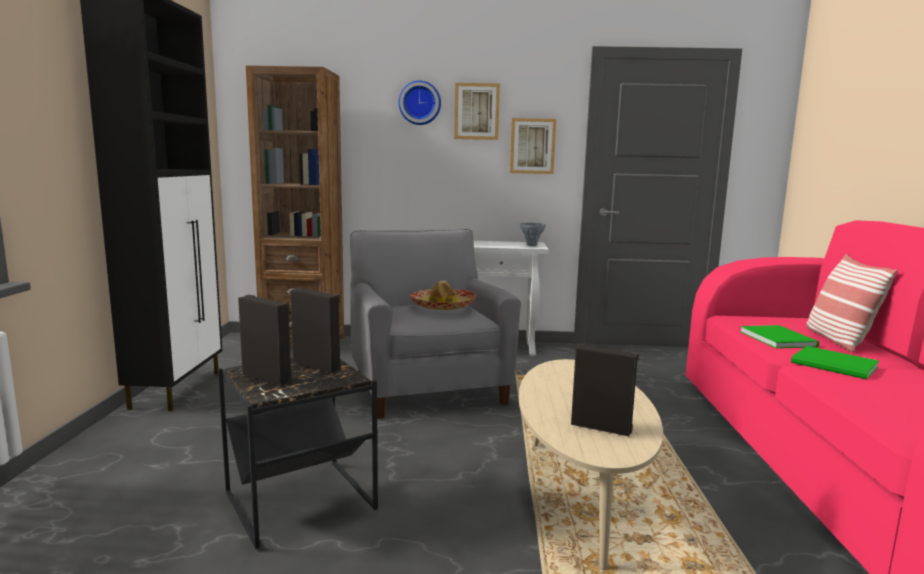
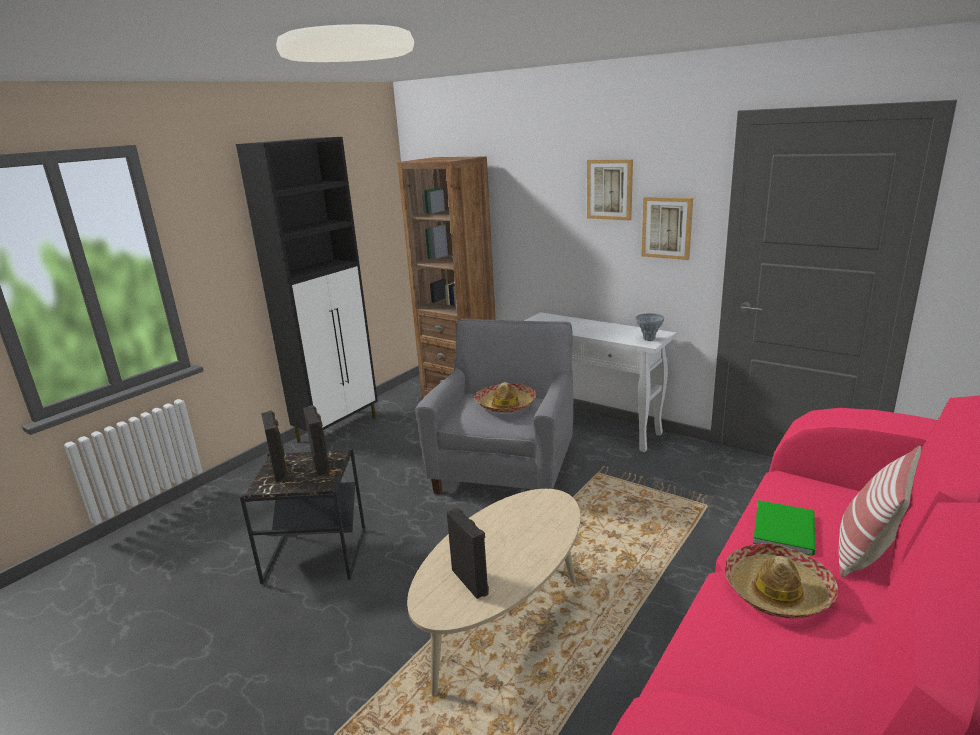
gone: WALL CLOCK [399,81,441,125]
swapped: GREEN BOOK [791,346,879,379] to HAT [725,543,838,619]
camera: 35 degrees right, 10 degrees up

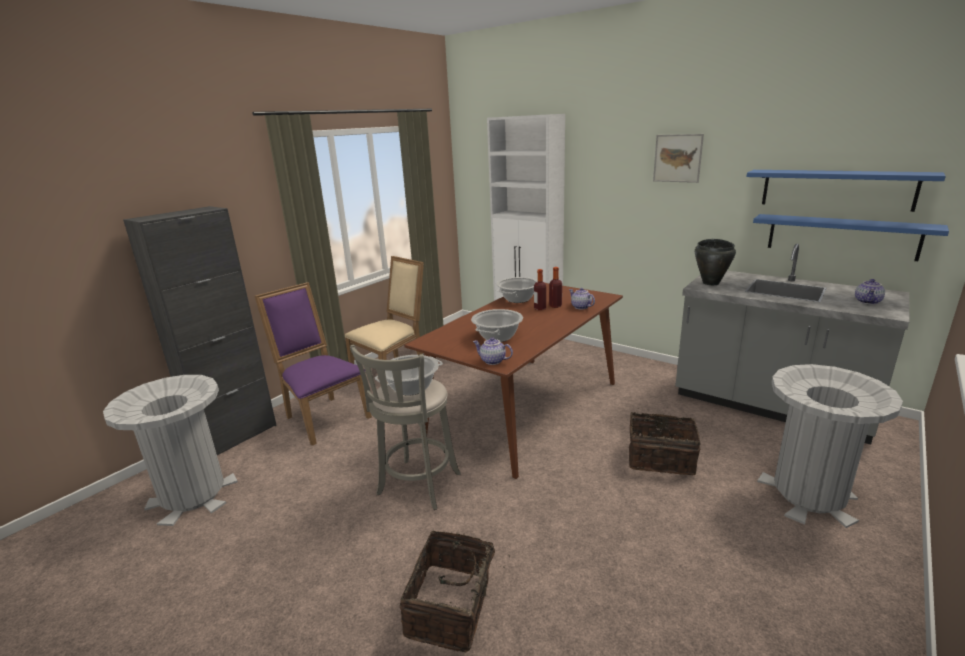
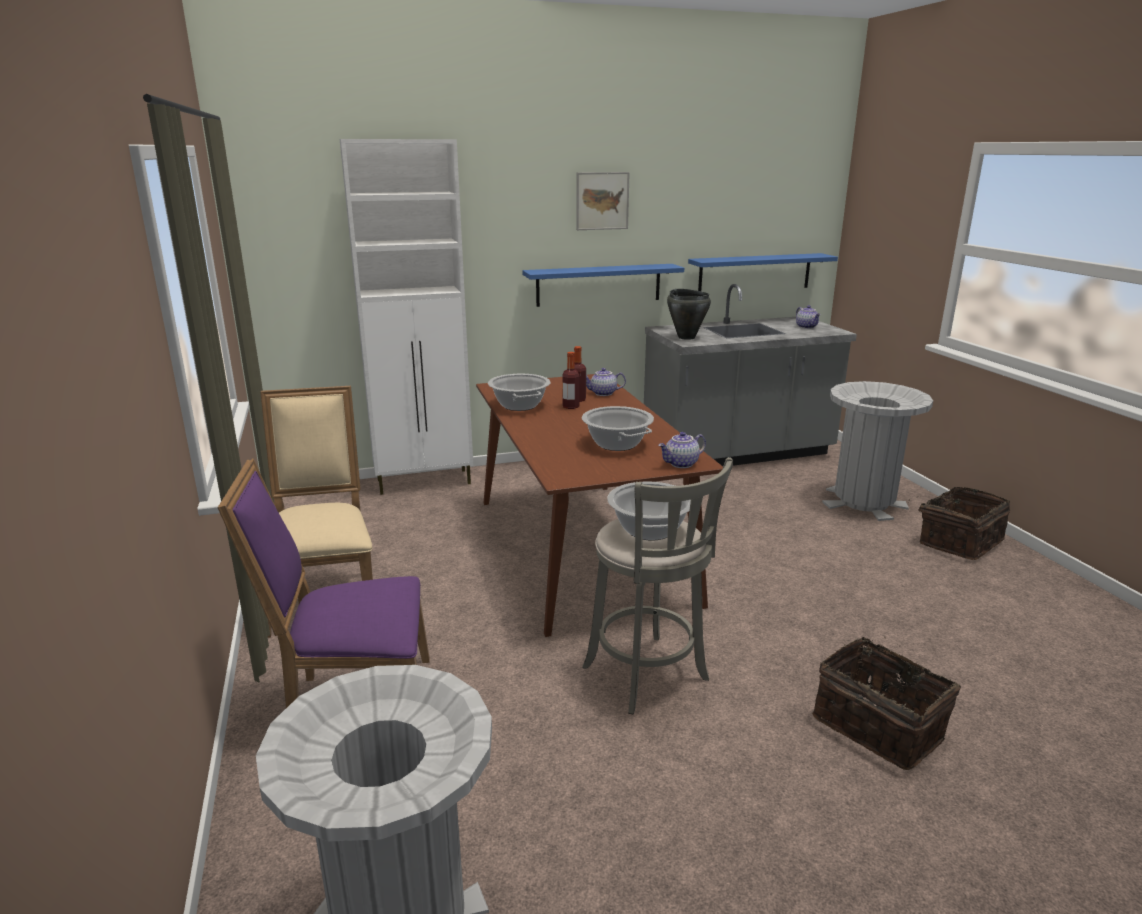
gone: BLACK CABINET [123,206,277,455]
shifted: BLUE SHELF [747,170,946,212] to [522,264,684,307]; BASKET [629,408,701,475] to [918,487,1010,560]
camera: 55 degrees left, 0 degrees up

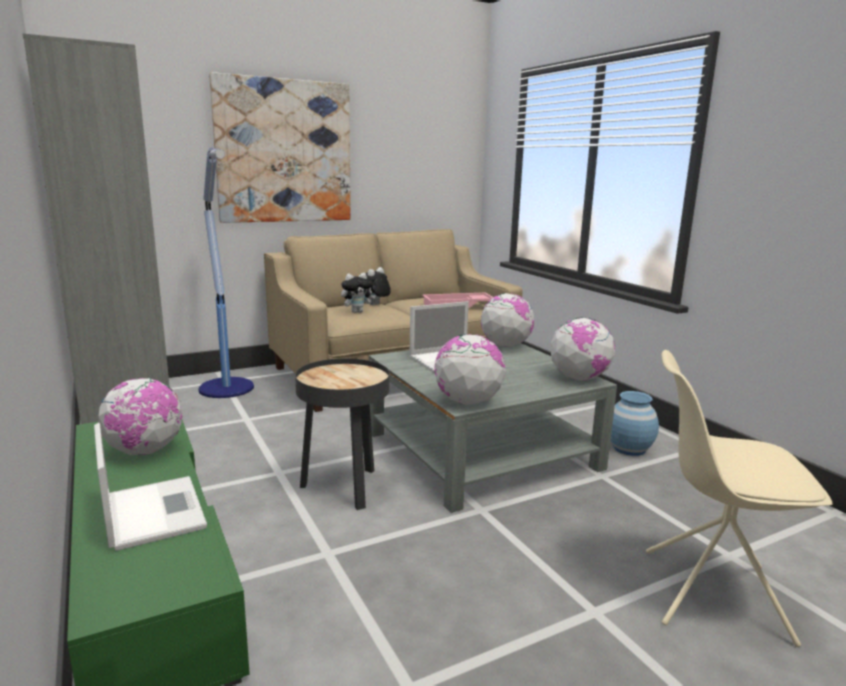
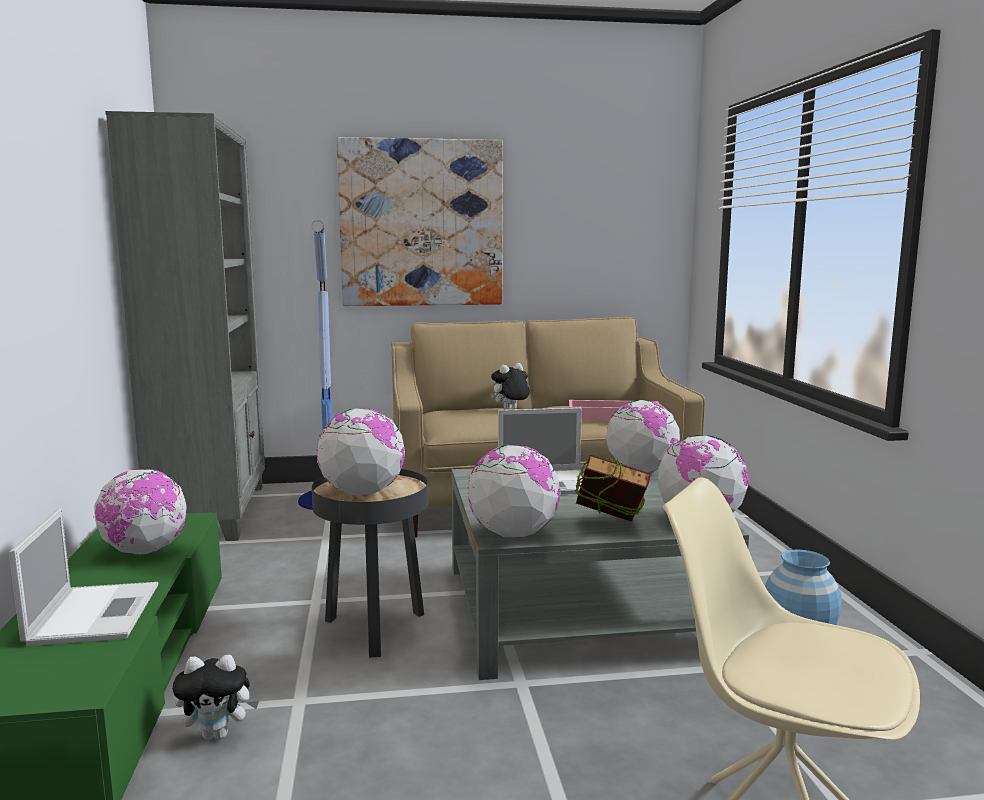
new: GLOBE [317,408,405,496]; BOOK [575,454,651,522]
shifted: PLUSH TOY [341,273,376,313] to [172,655,259,740]
camera: 20 degrees right, 5 degrees down

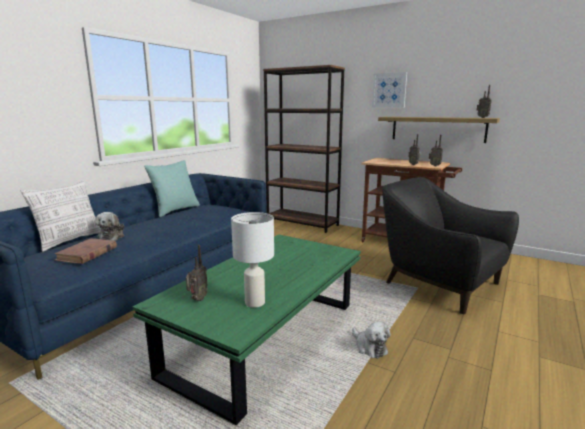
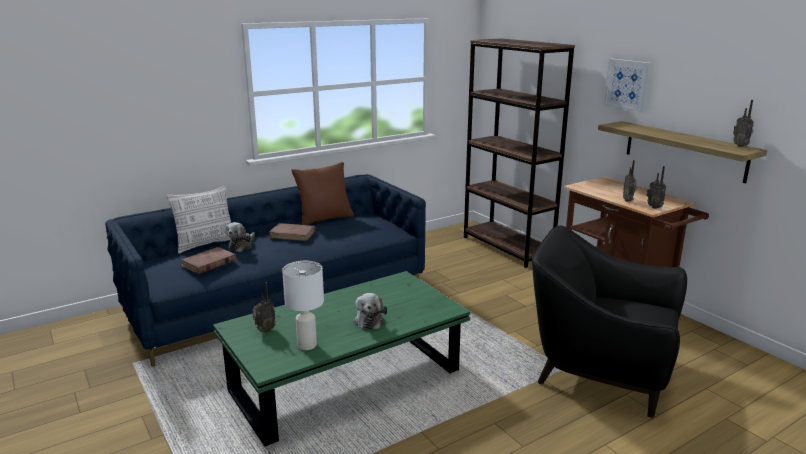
new: BROWN BOOK [269,223,315,241]
shifted: PLUSH TOY [352,321,391,359] to [353,293,387,329]
repainted: TURQUOISE PILLOW [144,160,200,217] to BROWN PILLOW [291,162,354,225]
rotated: BLACK ARMCHAIR [382,177,519,314] = [532,225,687,418] 45 degrees counterclockwise
camera: 25 degrees right, 5 degrees up

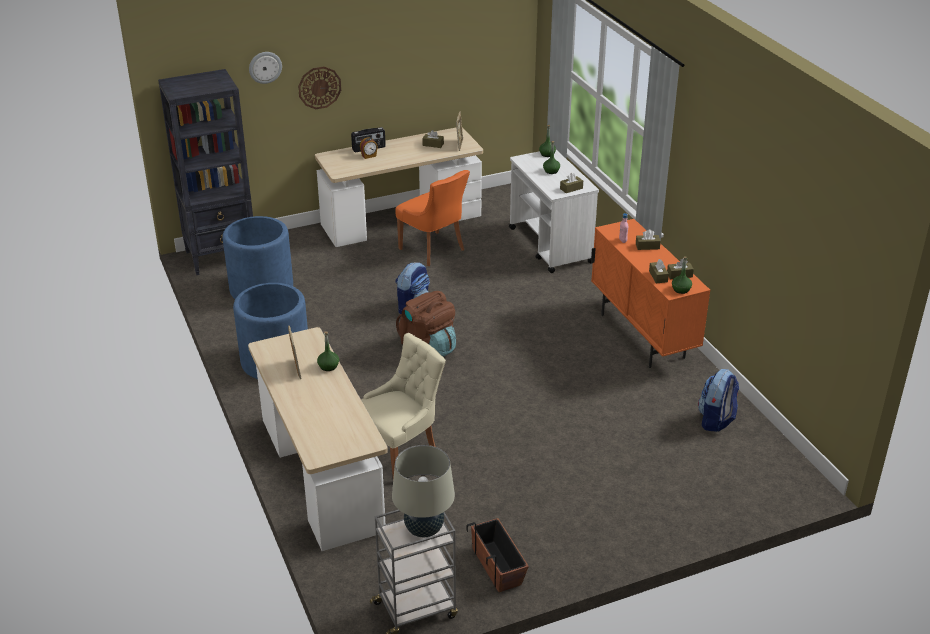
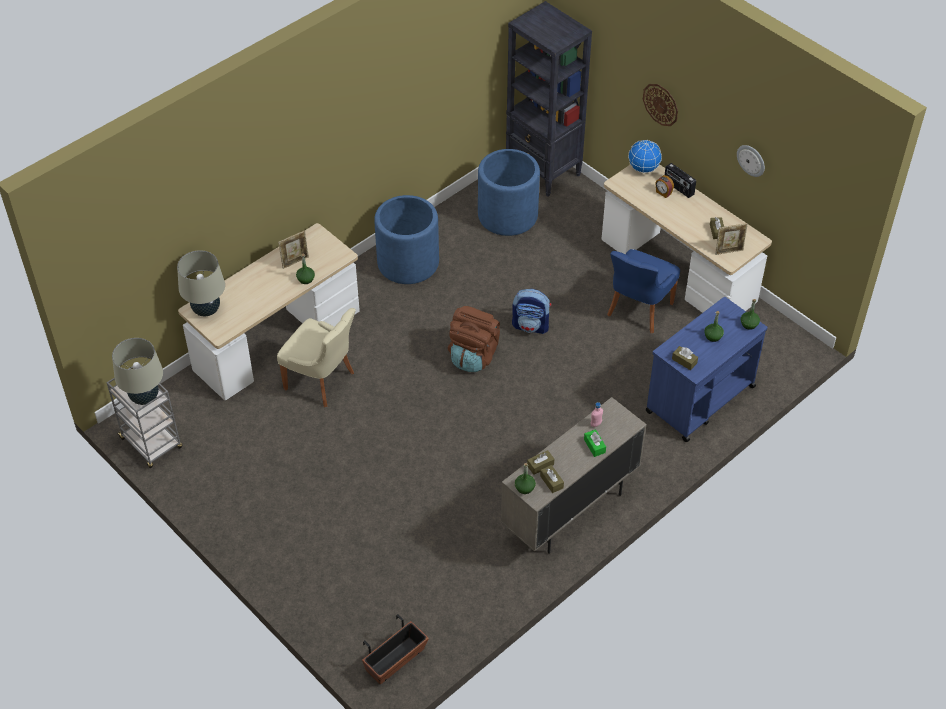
gone: BACKPACK [698,369,739,432]
new: GLOBE [628,140,662,173]; BEIGE TABLE LAMP [177,250,225,316]
shifted: WALL CLOCK [249,52,282,84] to [737,145,765,177]; PLANTER [467,518,529,592] to [362,615,429,685]
repainted: WHITE CART [509,150,599,273] to BLUE CART [645,297,768,442]; ORANGE CHAIR [395,170,470,266] to BLUE CHAIR [607,249,680,333]; ORANGE CABINET [591,219,710,368] to BEIGE CABINET [501,397,647,554]; BROWN TISSUE BOX [636,230,661,250] to GREEN TISSUE BOX [584,429,606,457]
camera: 70 degrees right, 15 degrees up

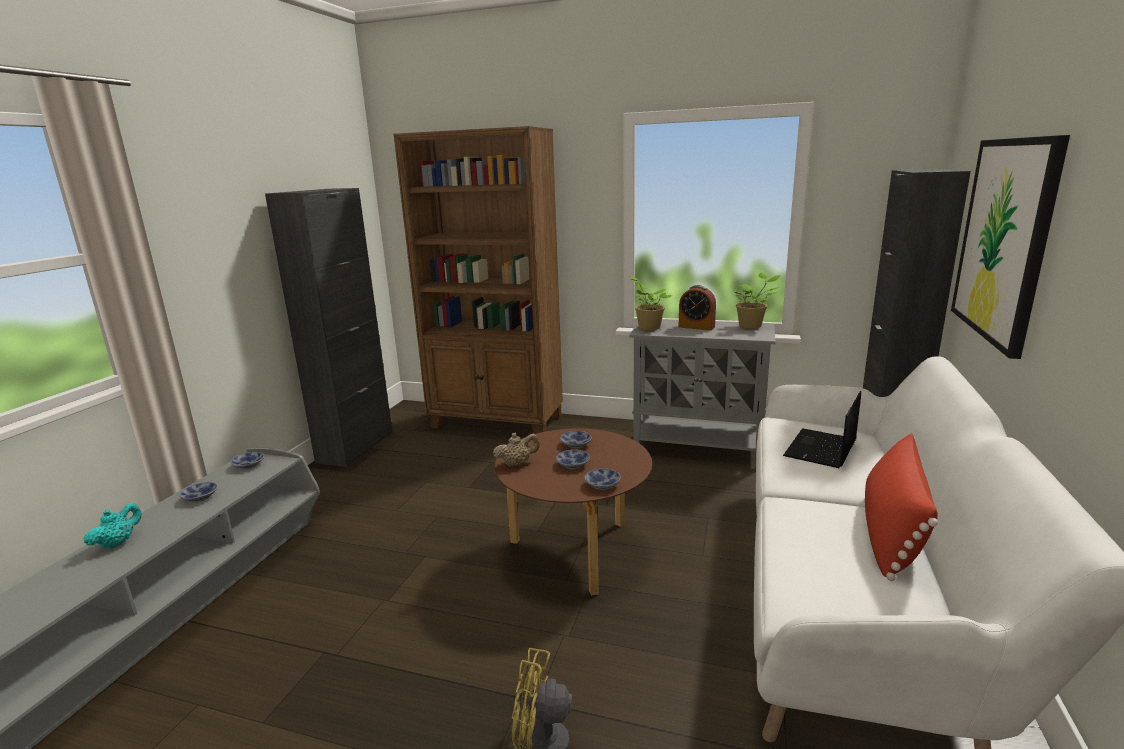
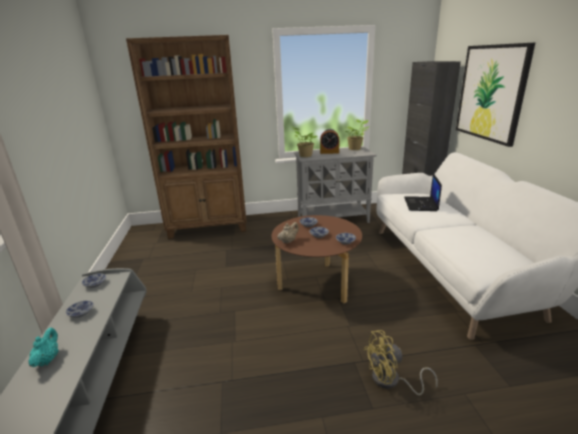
gone: BLACK CABINET [265,188,393,467]; RED PILLOW [865,433,938,581]
camera: 25 degrees left, 5 degrees up

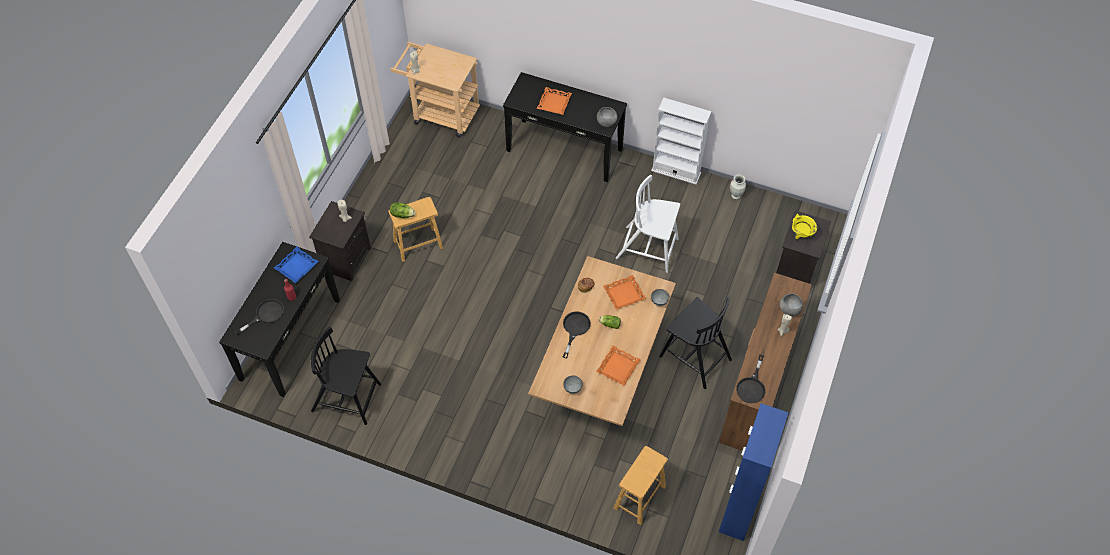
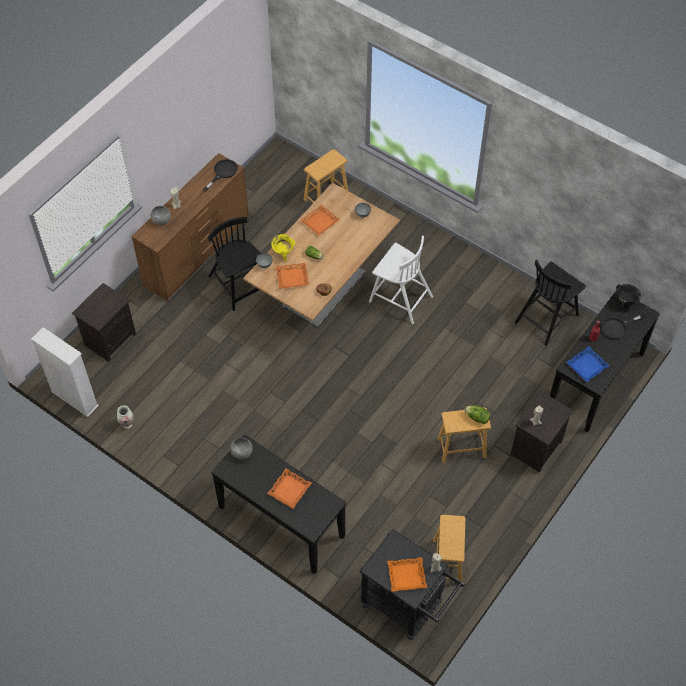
gone: BLACK FRYING PAN [563,311,591,358]; BLUE CABINET [719,403,789,541]
new: BLACK COOKING POT [616,284,641,308]; BROWN STOOL [433,515,465,582]; ORANGE TRAY [387,557,427,592]
shifted: WHITE BOOKCASE [651,98,712,184] to [31,327,99,417]; WHITE CHAIR [616,175,680,273] to [369,236,433,324]; YELLOW COOKING POT [792,214,817,239] to [271,234,295,262]
repainted: BEIGE CART [390,42,480,138] to BLACK CART [360,529,465,640]
rotated: BLACK CHAIR [311,327,381,425] = [515,260,586,346] 105 degrees clockwise
camera: 165 degrees left, 0 degrees up

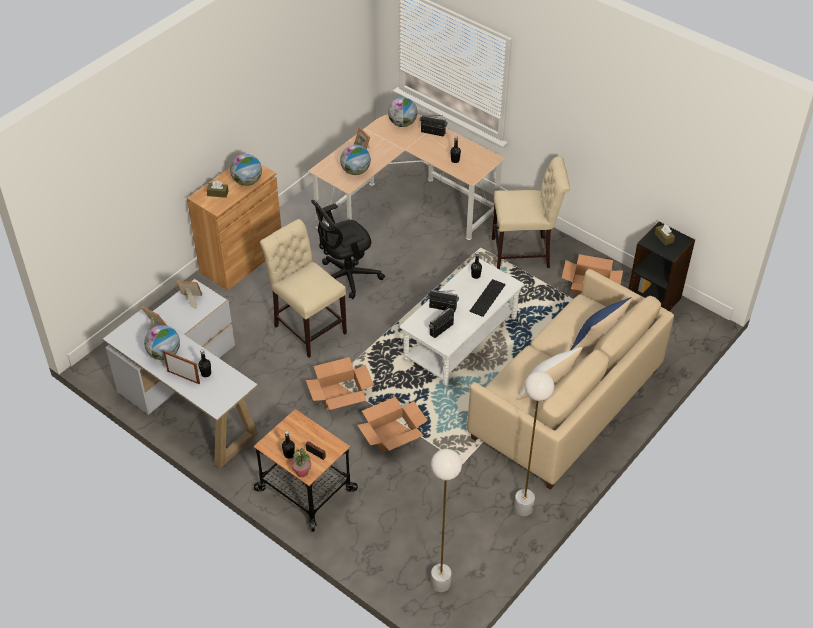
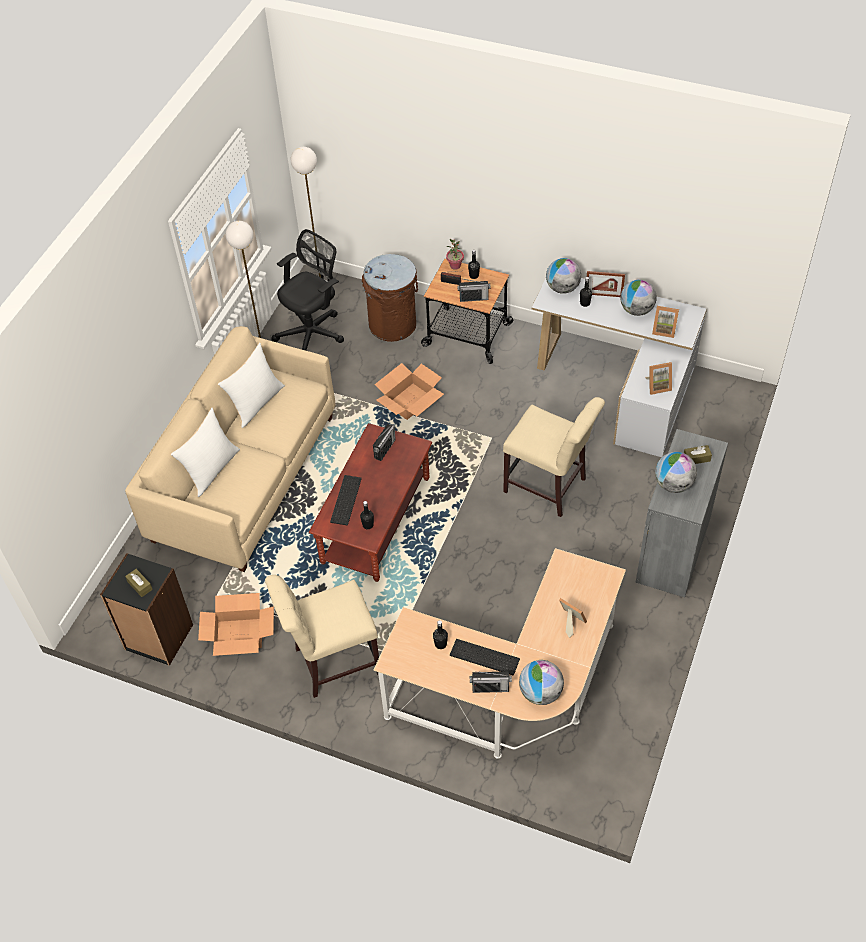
gone: CARDBOARD BOX [306,357,374,410]
new: BROWN TRASH CAN [362,254,418,342]; KEYBOARD [450,639,520,675]
shifted: GLOBE [340,144,371,175] to [546,258,581,294]; BLACK OFFICE CHAIR [311,200,385,299] to [271,229,344,351]; RADIO [428,290,459,312] to [457,279,491,302]
repainted: BROWN CABINET [187,164,281,291] to GREY CABINET [636,429,728,597]; WHITE COFFEE TABLE [399,258,525,386] to BROWN COFFEE TABLE [309,423,432,582]; BLUE PILLOW [570,297,632,350] to WHITE PILLOW [171,408,240,497]
camera: 165 degrees right, 5 degrees up

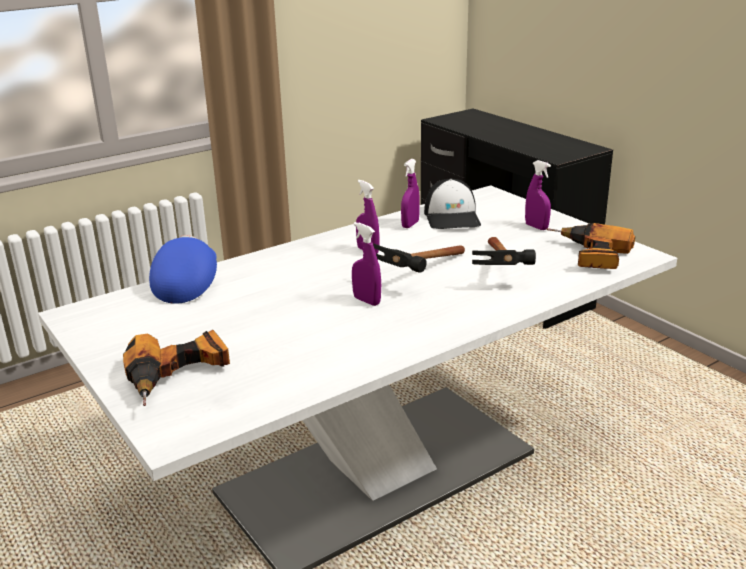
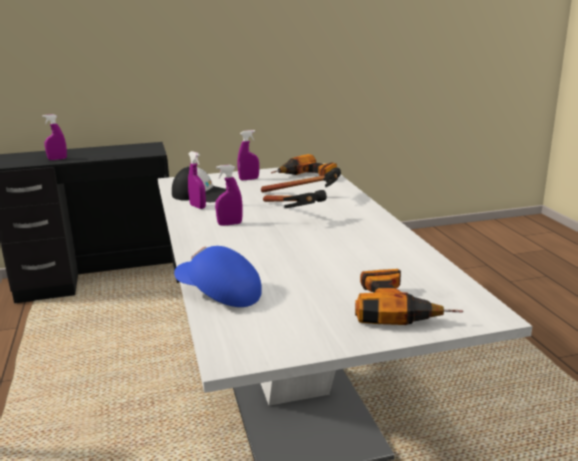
shifted: PURPLE SPRAY BOTTLE [352,222,381,306] to [42,114,67,160]
camera: 70 degrees left, 5 degrees down

